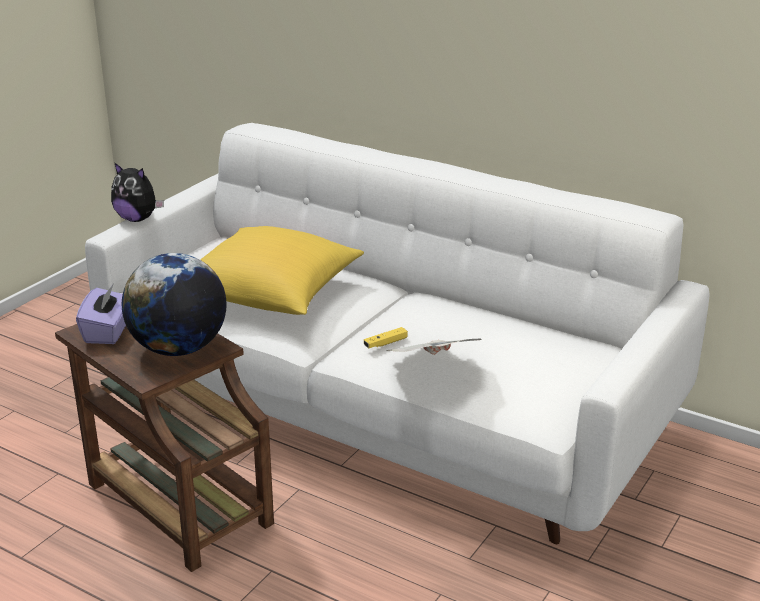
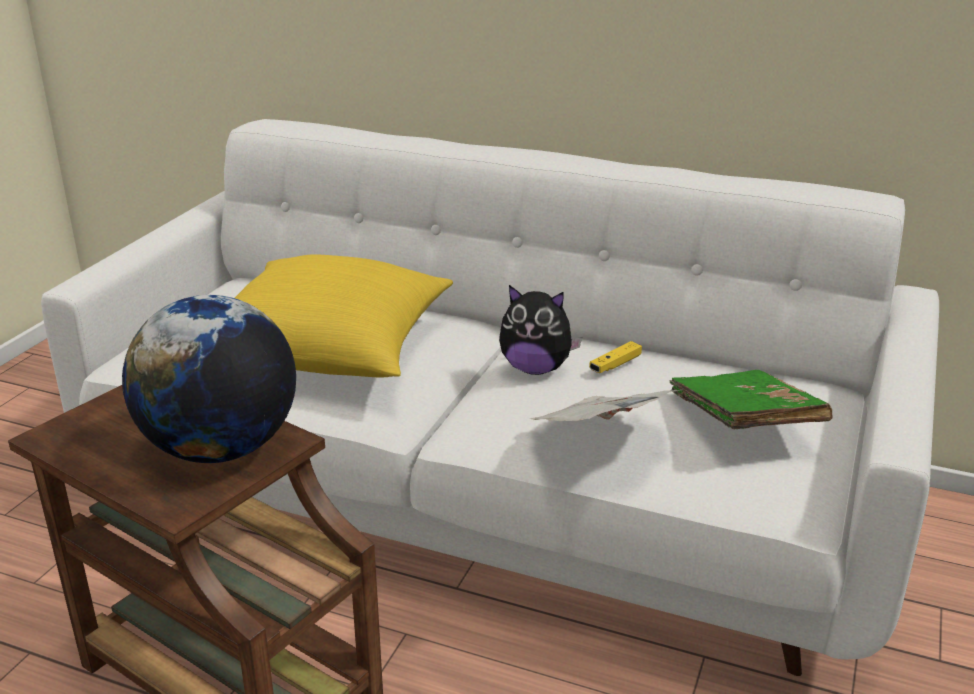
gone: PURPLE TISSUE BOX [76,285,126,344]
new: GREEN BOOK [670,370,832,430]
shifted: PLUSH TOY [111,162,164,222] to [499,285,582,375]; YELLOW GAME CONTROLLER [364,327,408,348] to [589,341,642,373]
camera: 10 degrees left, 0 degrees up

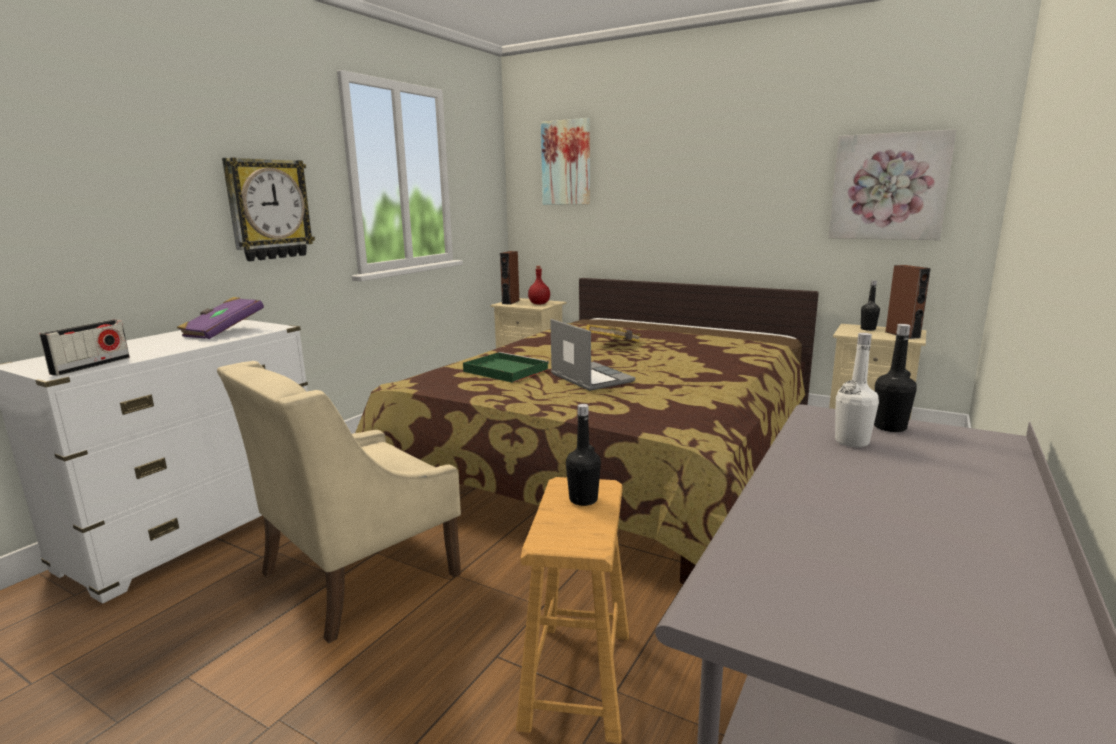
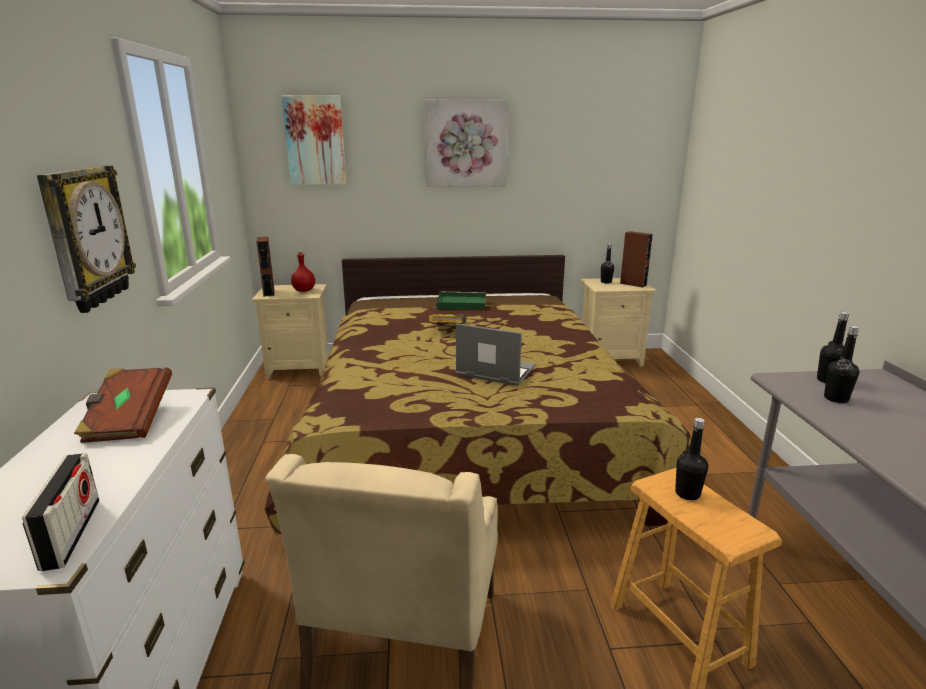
shifted: PICTURE [828,129,956,240] to [424,99,508,187]; GREEN TRAY [463,352,549,383] to [436,292,486,310]
repainted: PURPLE BOOK [177,297,264,339] to BROWN BOOK [74,368,172,443]; WHITE BOTTLE [835,333,879,447] to BLACK BOTTLE [824,326,859,403]
camera: 35 degrees left, 5 degrees up

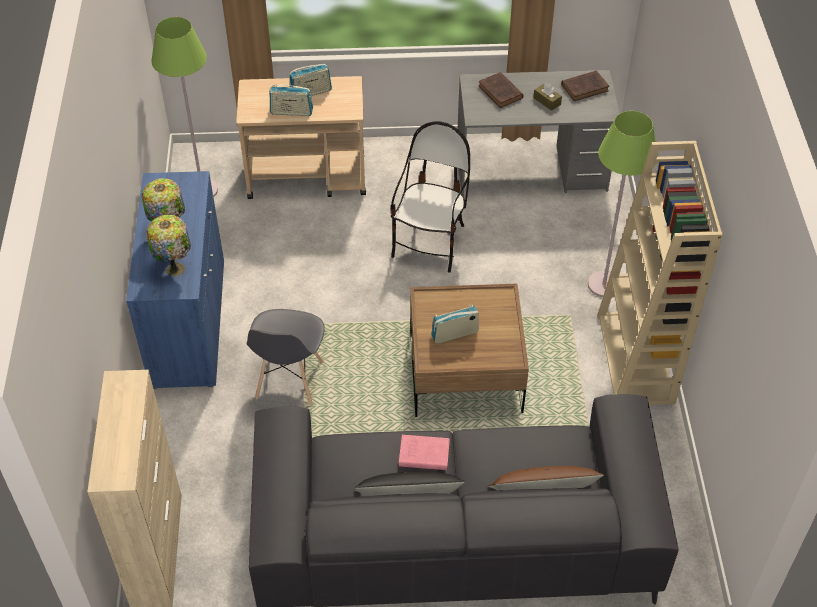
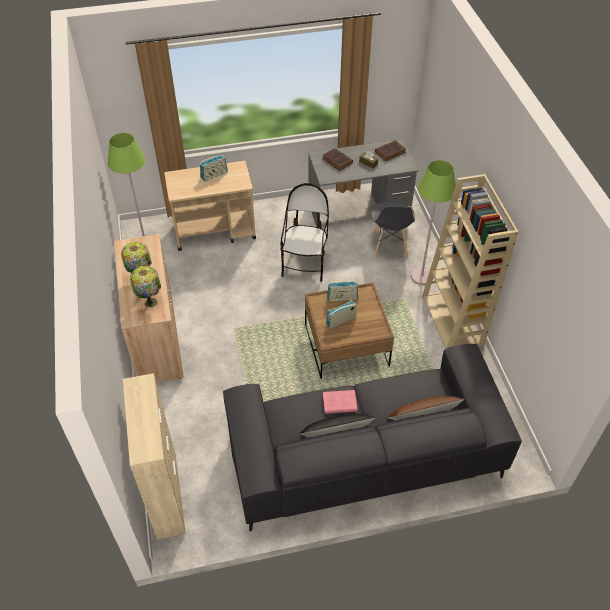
shifted: RADIO [269,84,313,116] to [327,281,358,302]; GREY CHAIR [247,309,325,406] to [371,202,415,258]
repainted: BLUE CABINET [126,171,224,389] to BEIGE CABINET [114,234,184,382]
camera: 10 degrees left, 0 degrees up

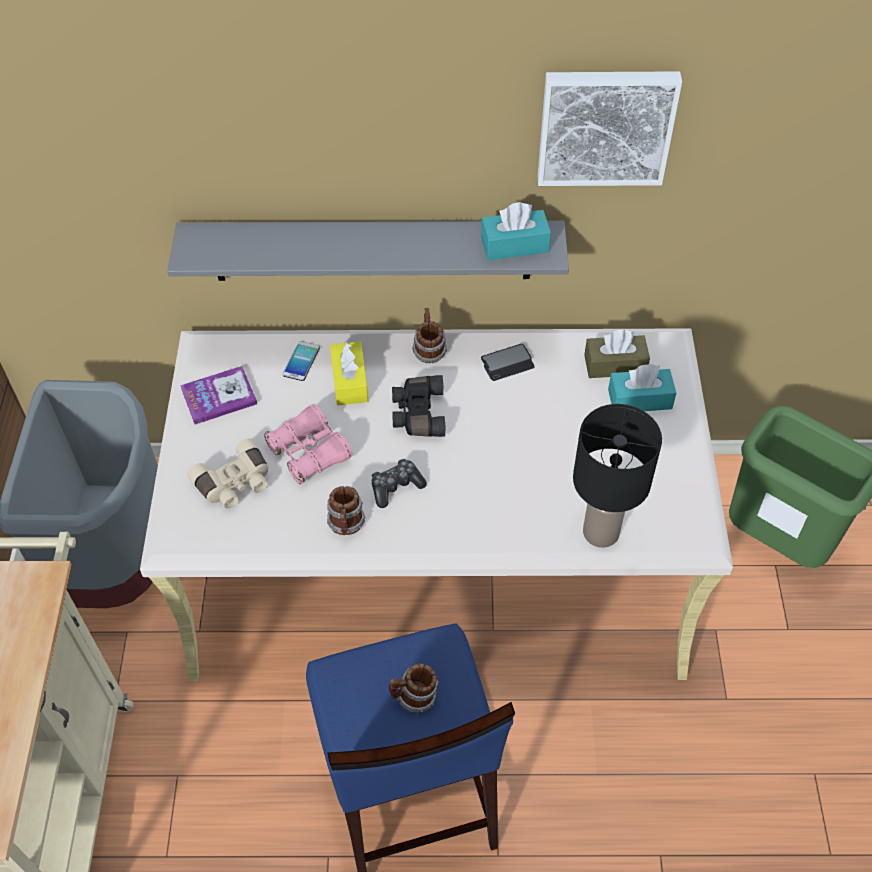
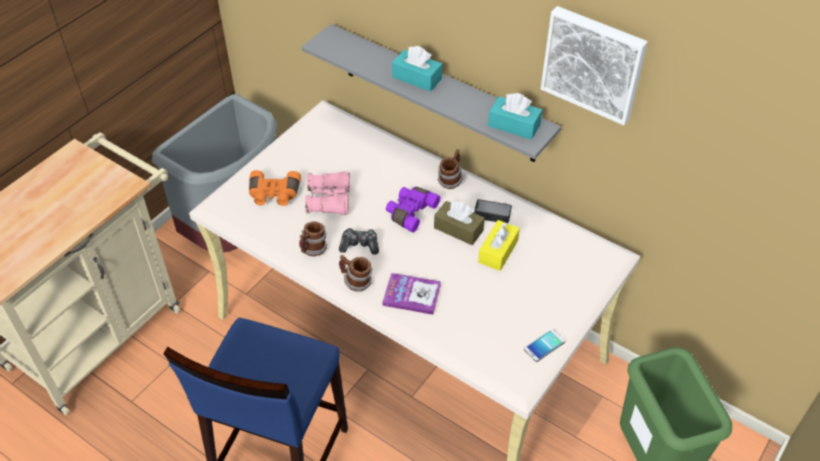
gone: BLACK TABLE LAMP [573,404,662,548]
shifted: BROWN TISSUE BOX [584,329,650,378] to [434,201,485,245]; PHONE [283,341,320,381] to [524,329,565,362]; YELLOW TISSUE BOX [330,342,368,405] to [478,220,520,271]; TURQUOISE TISSUE BOX [608,364,676,411] to [392,46,442,92]; BOOK [180,366,257,424] to [382,273,441,315]; MUG [388,663,439,713] to [339,255,373,291]
repainted: BLACK BINOCULARS [392,375,446,437] to PURPLE BINOCULARS [386,187,441,232]; BEIGE BINOCULARS [187,438,268,508] to ORANGE BINOCULARS [249,170,301,206]
camera: 35 degrees right, 5 degrees down

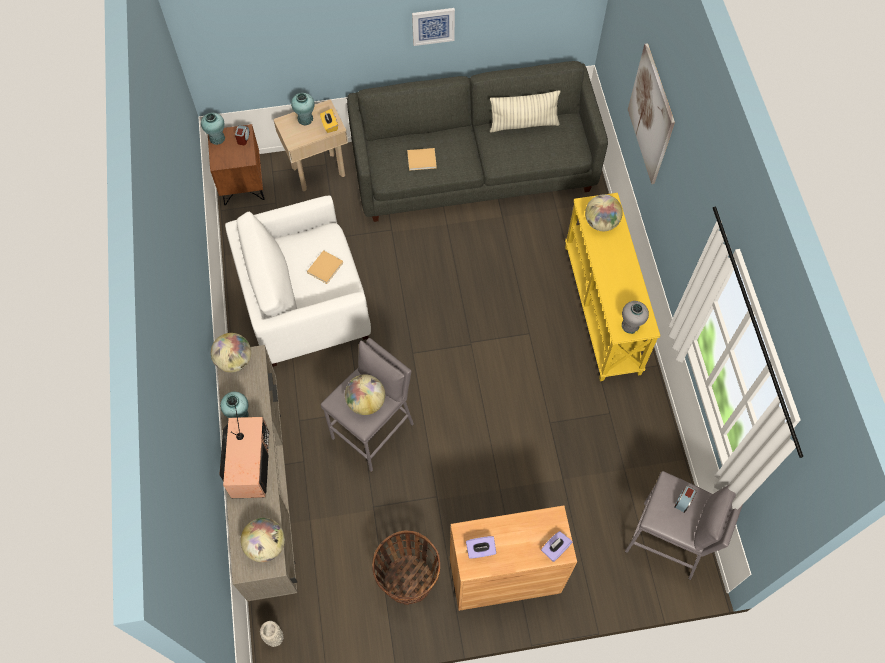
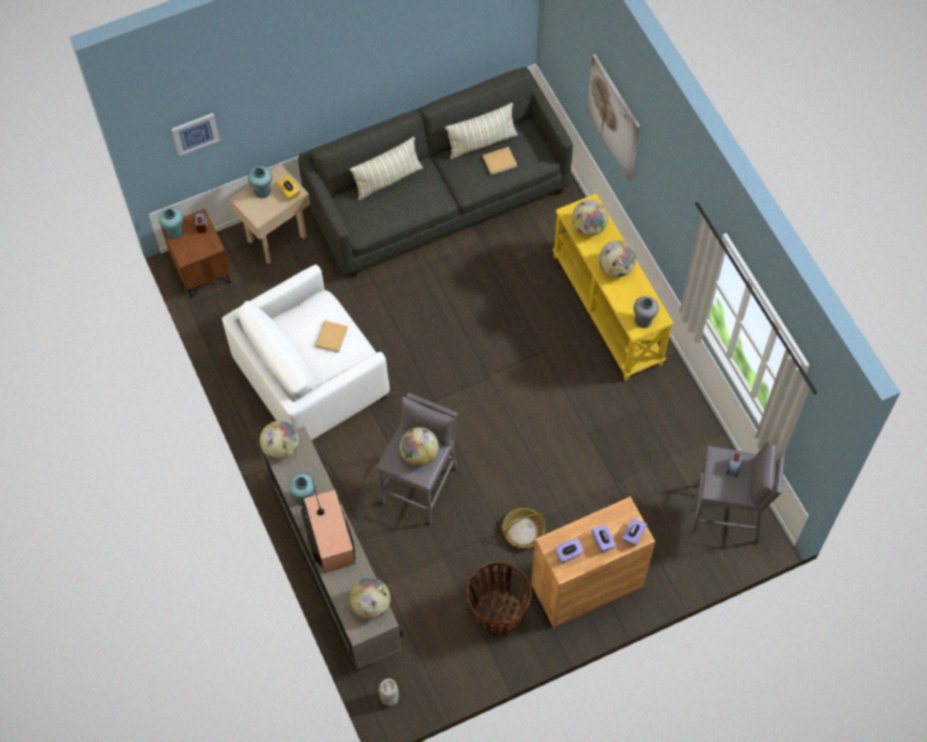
new: PILLOW [350,137,423,200]; GLOBE [599,240,636,277]; BASKET [502,508,545,548]; PURPLE TISSUE BOX [592,525,616,553]
shifted: PICTURE [412,8,455,46] to [172,113,220,156]; BEIGE BOOK [407,148,437,171] to [483,147,517,175]
camera: 15 degrees left, 0 degrees up

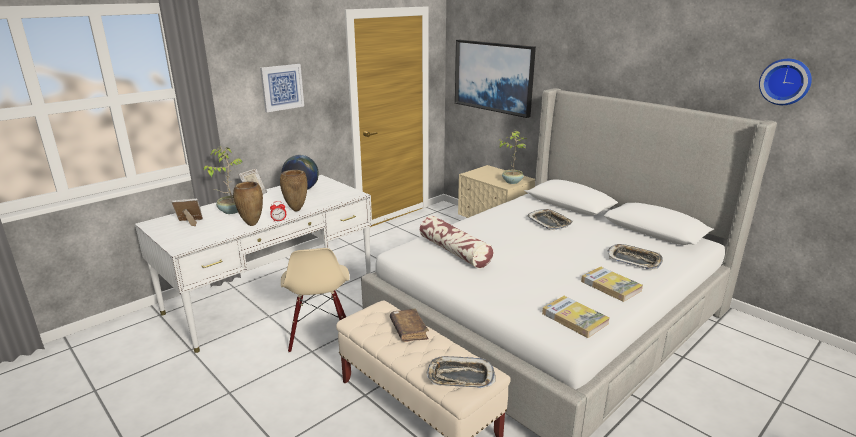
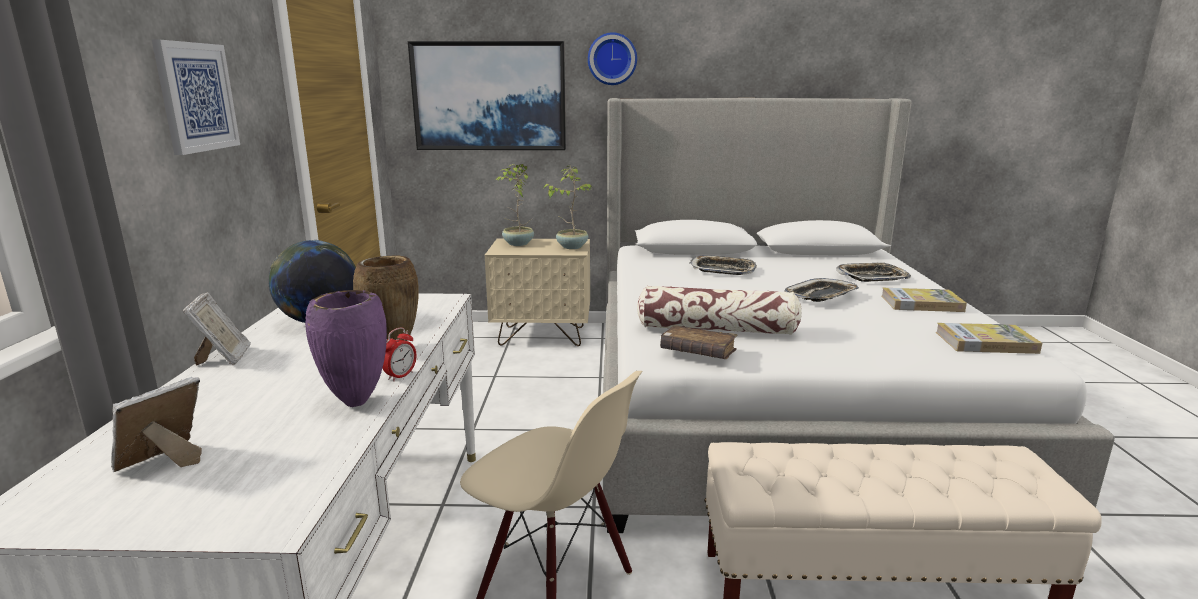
shifted: WALL CLOCK [759,59,812,105] to [588,32,637,85]; POTTED PLANT [204,146,243,214] to [495,164,534,246]; BROWN BOOK [390,309,429,342] to [660,325,737,359]; TRAY [427,356,496,388] to [784,278,859,302]
repainted: BROWN VASE [233,181,263,226] to PURPLE VASE [305,290,387,407]
camera: 45 degrees left, 5 degrees down

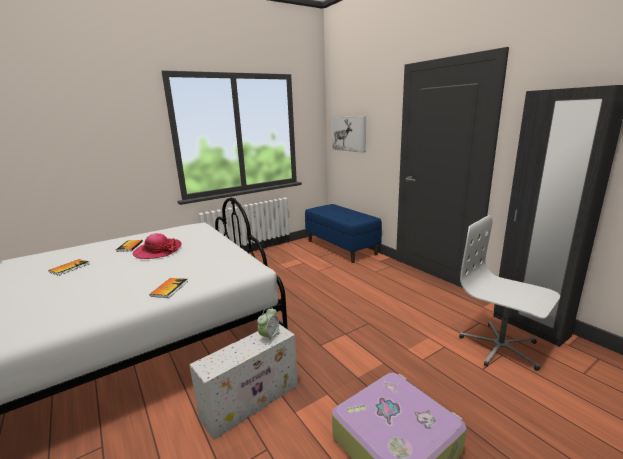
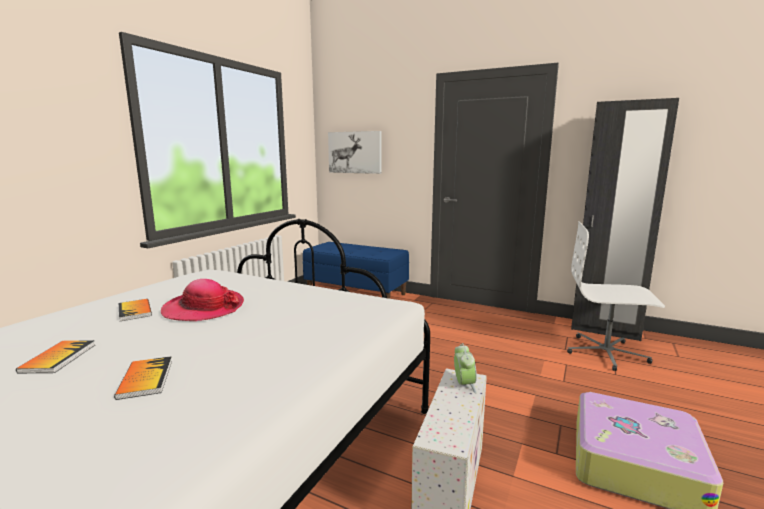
shifted: BOOK [150,278,188,298] to [114,356,172,400]
camera: 30 degrees left, 5 degrees down

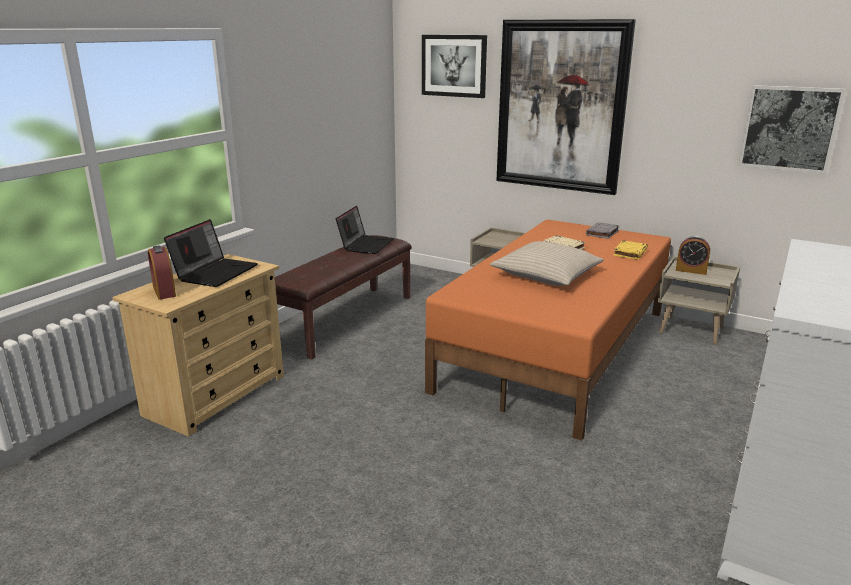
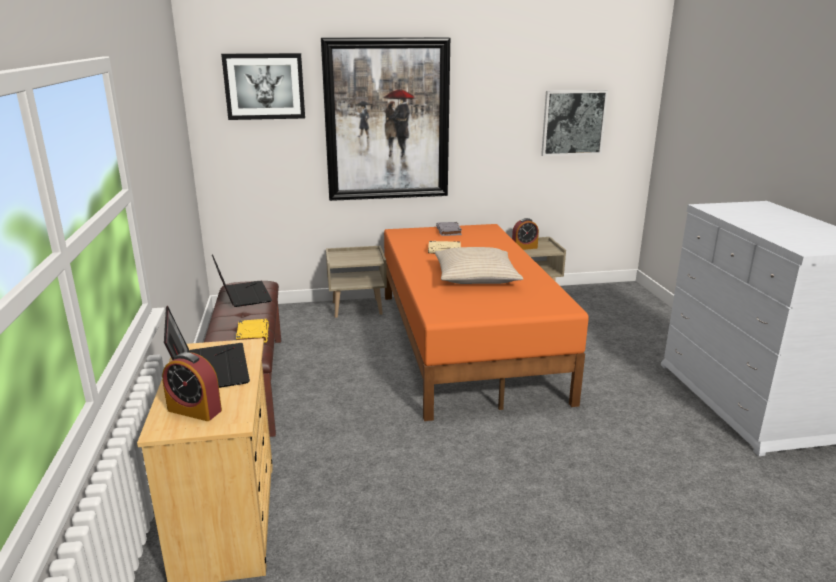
shifted: YELLOW BOOK [613,240,648,260] to [236,319,269,343]
camera: 40 degrees left, 0 degrees up

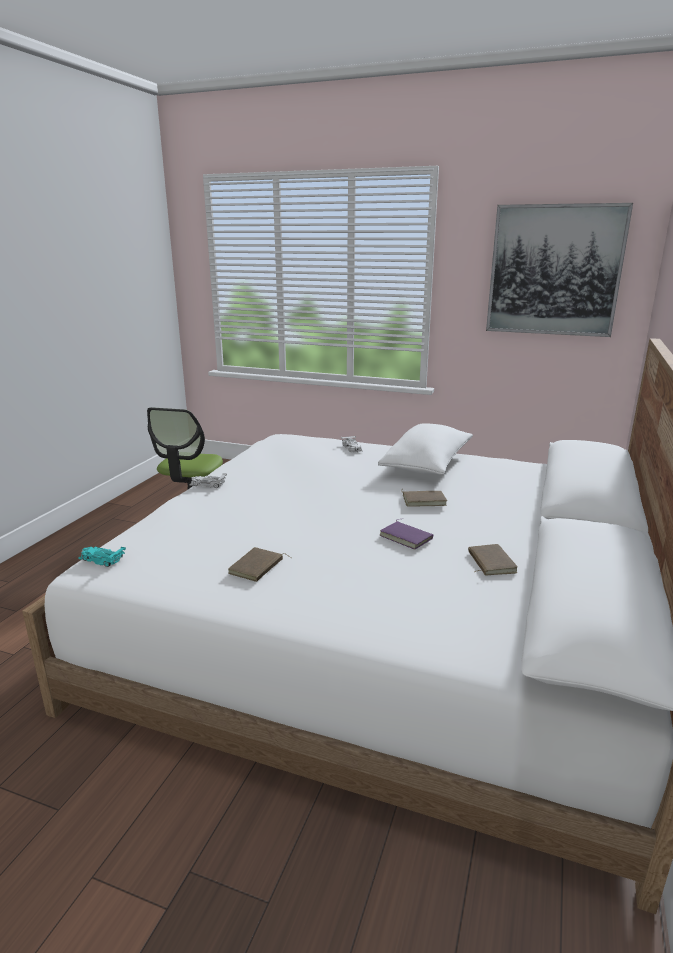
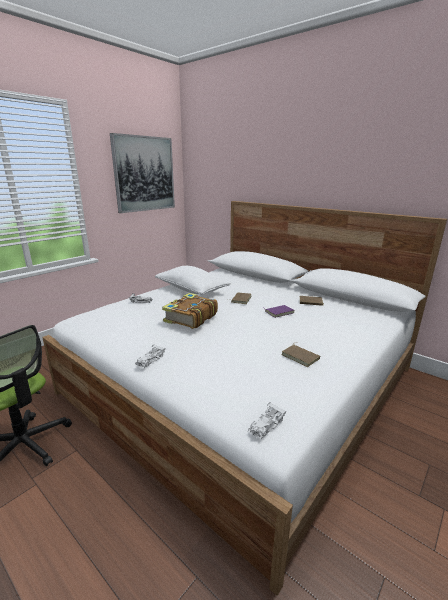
new: BOOK [162,293,218,329]
repainted: TURQUOISE TOY CAR [78,546,126,567] to WHITE TOY CAR [248,402,286,439]
camera: 70 degrees left, 0 degrees up

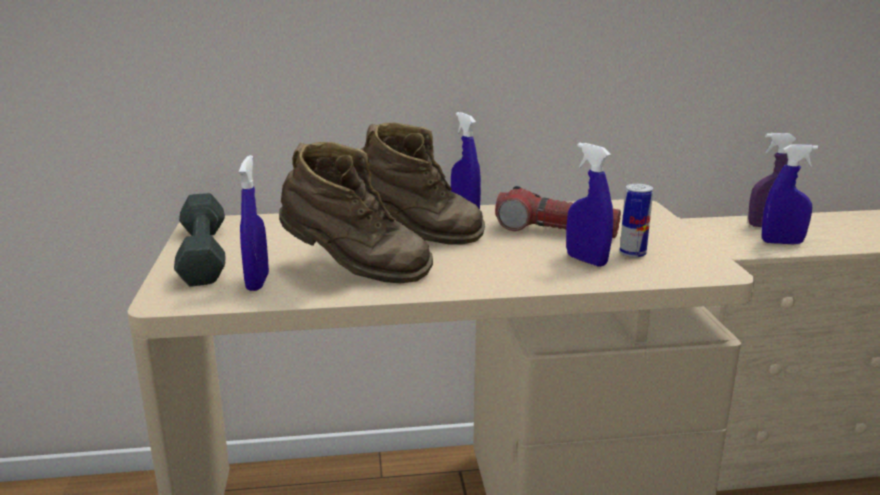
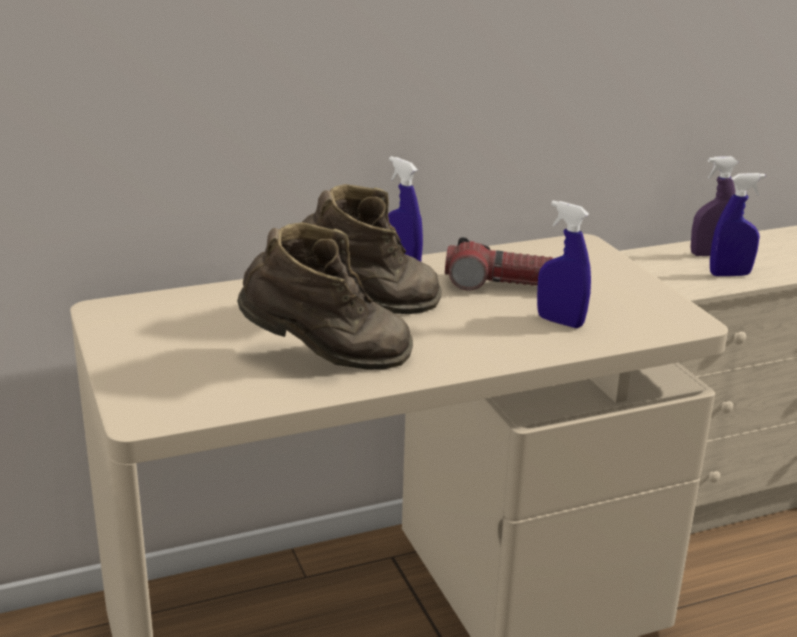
gone: BLUE SPRAY BOTTLE [239,155,269,291]; CAN [619,184,653,258]; GREY DUMBBELL [174,193,225,286]
camera: 15 degrees left, 5 degrees up

